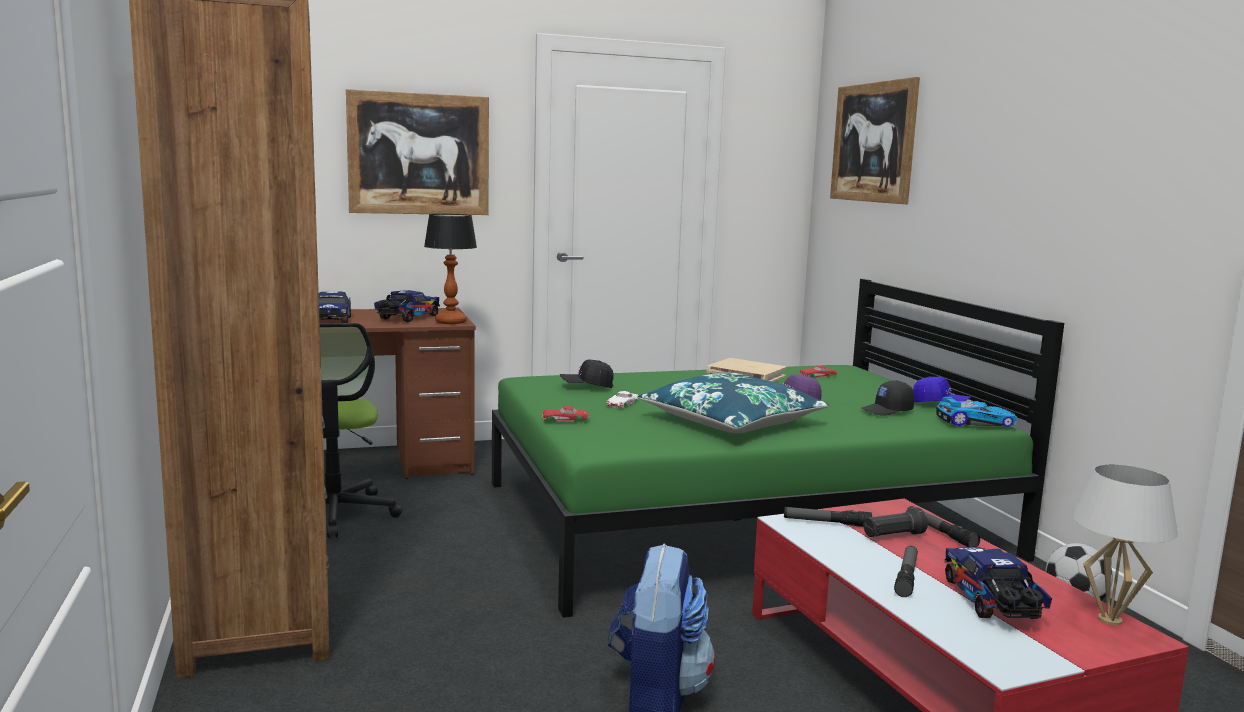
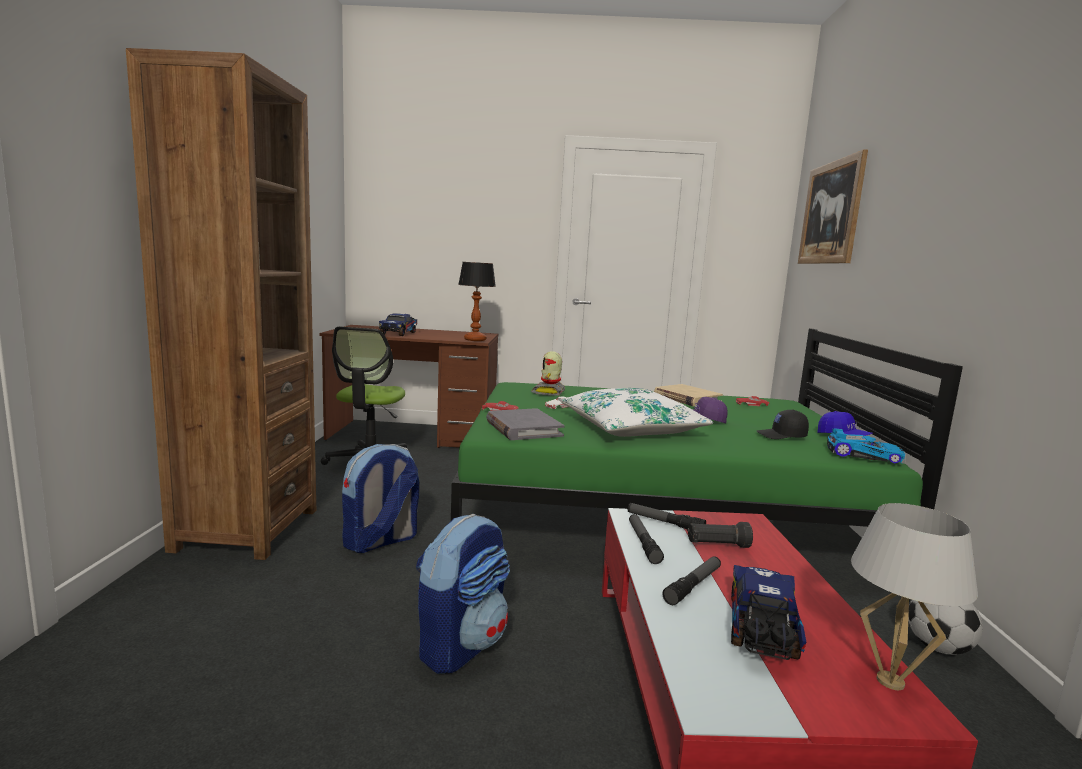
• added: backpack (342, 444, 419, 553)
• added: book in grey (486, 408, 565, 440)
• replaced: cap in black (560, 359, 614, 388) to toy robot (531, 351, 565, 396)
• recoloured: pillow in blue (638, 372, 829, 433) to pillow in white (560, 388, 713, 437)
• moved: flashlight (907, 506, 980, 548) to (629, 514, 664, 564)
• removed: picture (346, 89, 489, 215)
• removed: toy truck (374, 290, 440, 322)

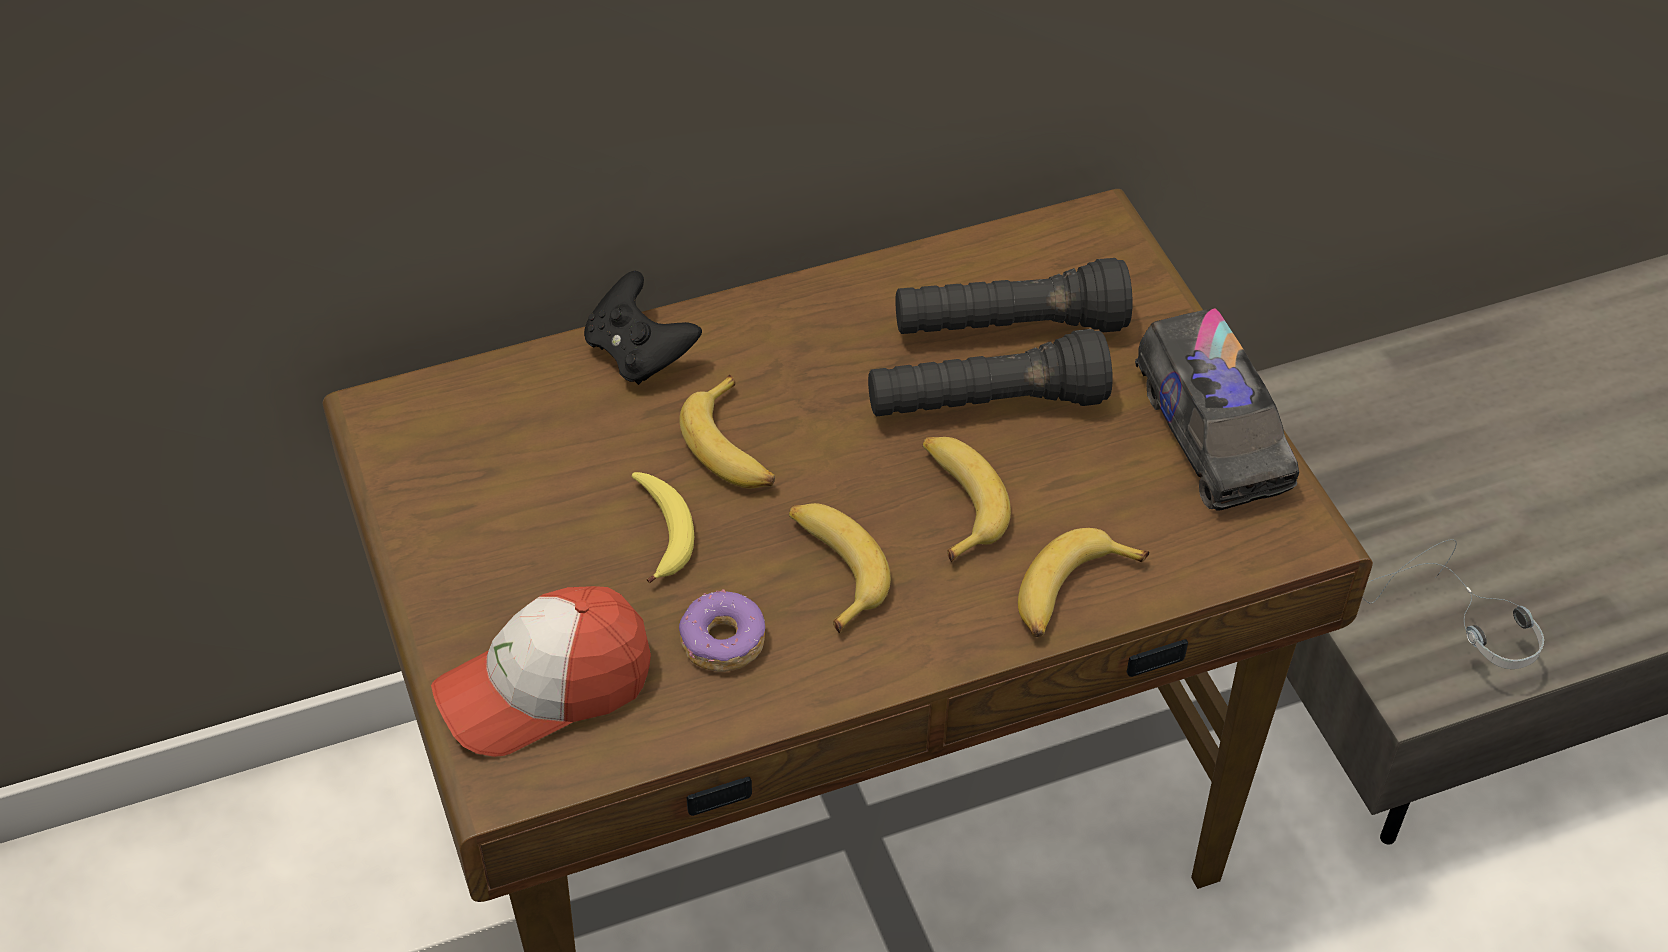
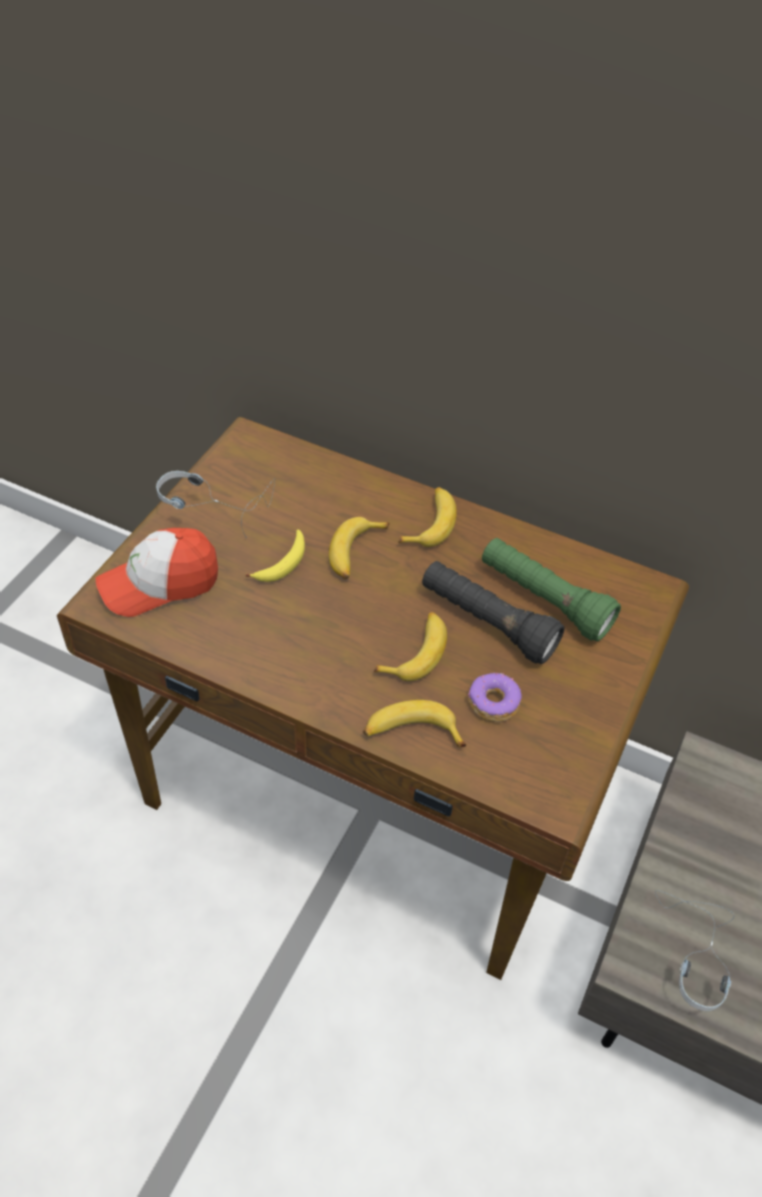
• turned: cap (431, 586, 651, 757) = (96, 528, 218, 617) 45 degrees counterclockwise
• added: headphones (156, 471, 275, 538)
• moved: banana (789, 503, 891, 633) to (399, 487, 457, 547)
• moved: donut (679, 589, 765, 672) to (468, 672, 522, 722)
• recoloured: flashlight in black (895, 258, 1132, 334) to flashlight in green (482, 538, 621, 641)
• removed: game controller in black (584, 271, 702, 385)
• removed: toy truck (1135, 308, 1299, 511)

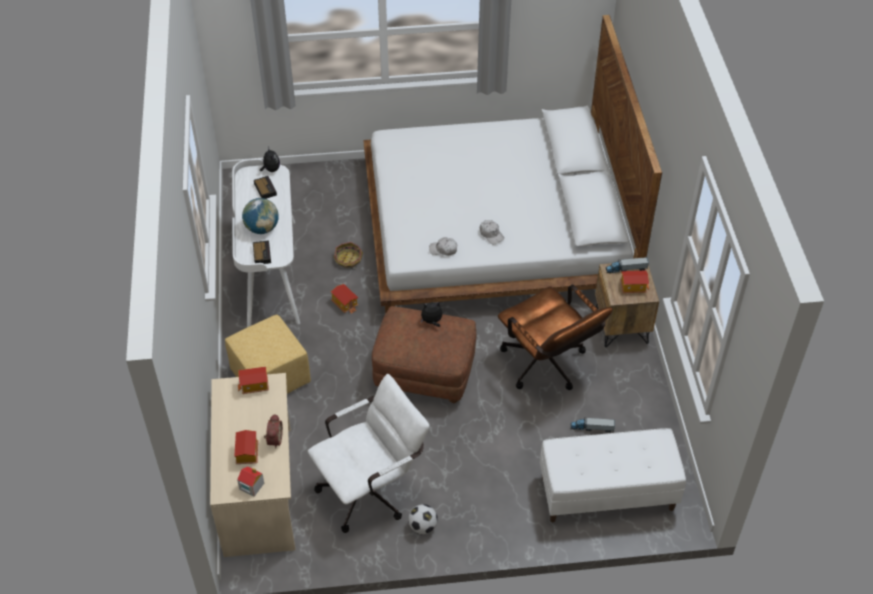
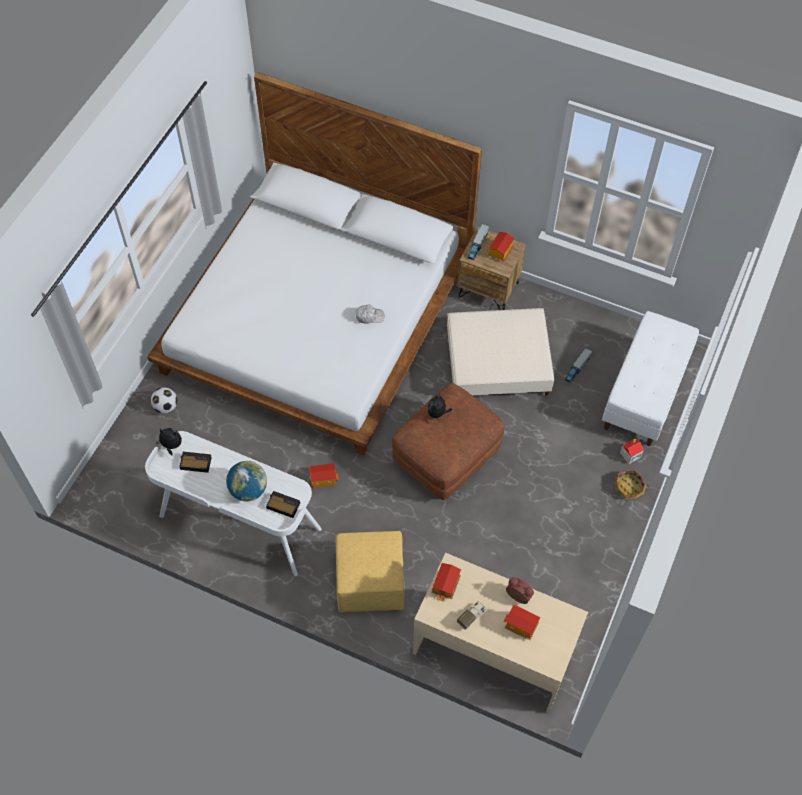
• moved: football (408, 504, 438, 534) to (151, 387, 177, 414)
• replaced: office chair in brown (498, 284, 613, 390) to ottoman in beige (447, 308, 554, 396)
• added: toy truck (457, 601, 486, 630)
• moved: basket (333, 242, 363, 270) to (615, 470, 649, 499)
• moved: toy house (237, 466, 264, 497) to (620, 439, 644, 464)
• removed: office chair in white (308, 374, 429, 533)
• removed: cap in white (429, 237, 457, 255)

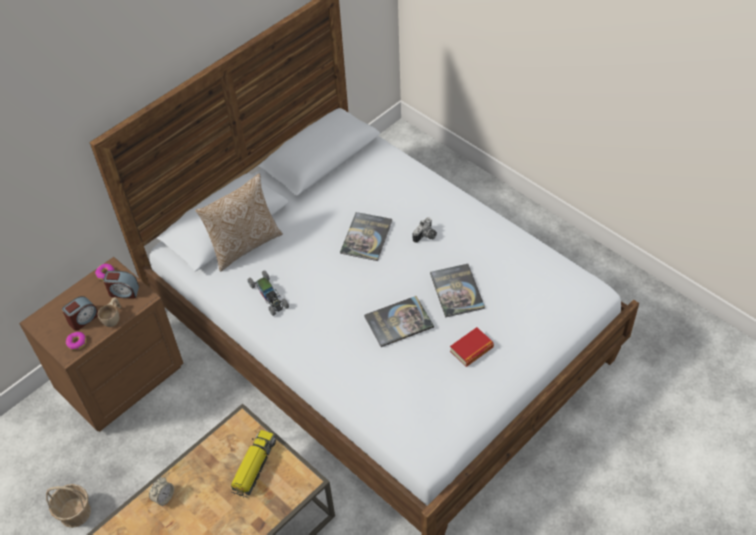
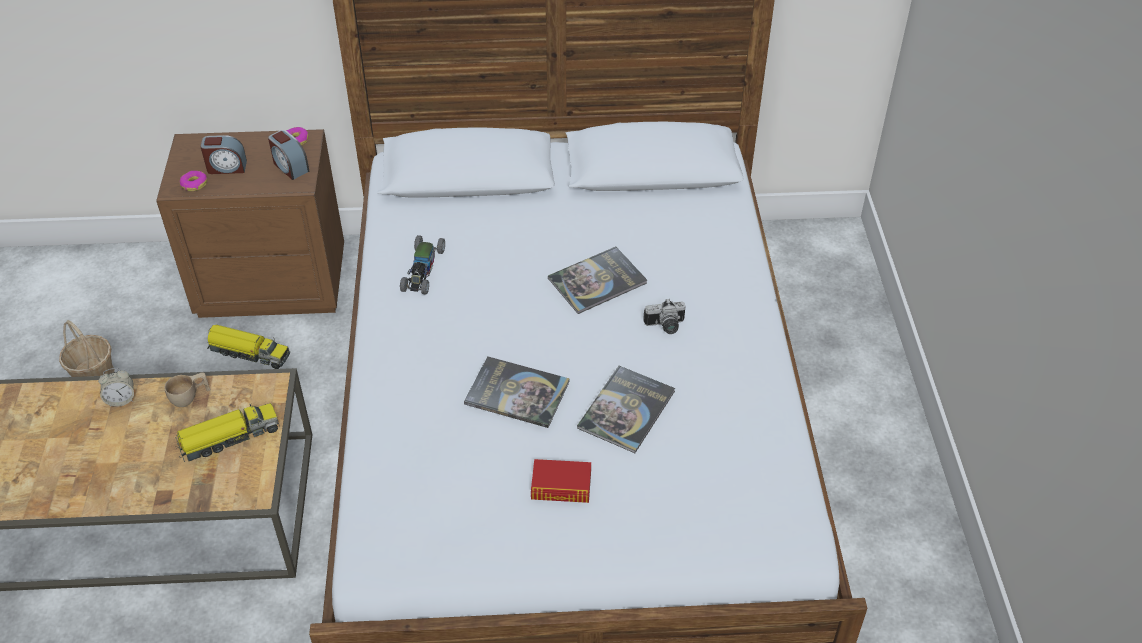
• moved: cup in beige (98, 297, 121, 327) to (164, 372, 211, 407)
• added: toy truck (207, 325, 290, 369)
• removed: pillow (196, 174, 283, 271)

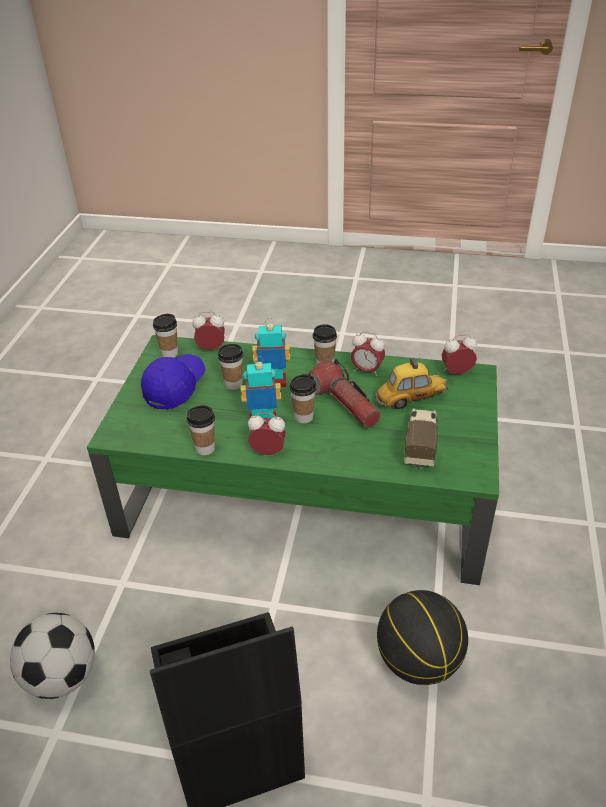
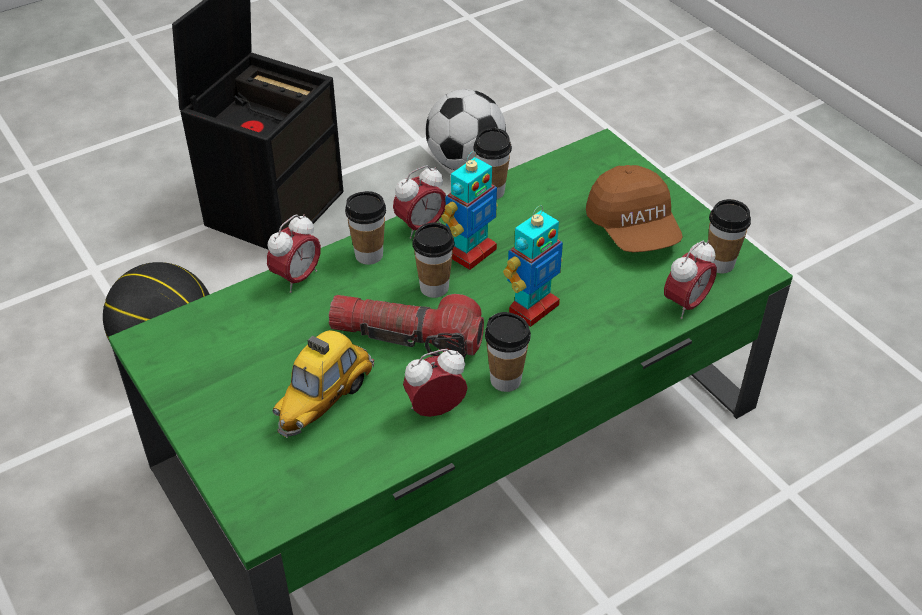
• moved: alarm clock (442, 334, 477, 374) to (267, 214, 321, 293)
• moved: cup (218, 344, 243, 390) to (345, 191, 386, 265)
• recoloured: cap in blue (141, 354, 205, 410) to cap in brown (586, 165, 683, 252)
• removed: toy truck (404, 408, 438, 469)

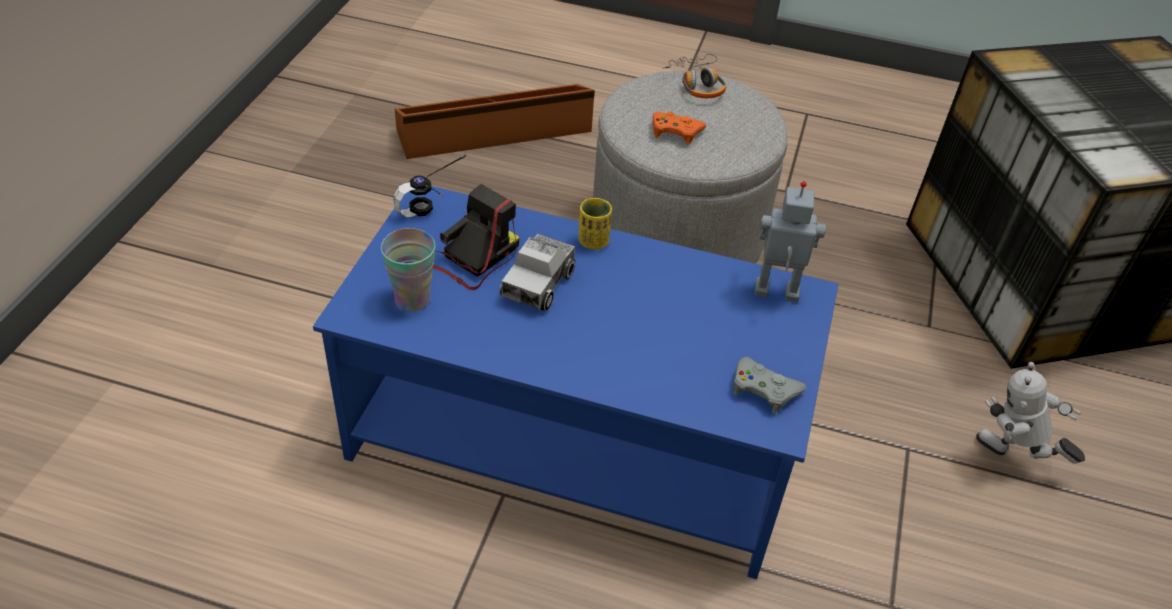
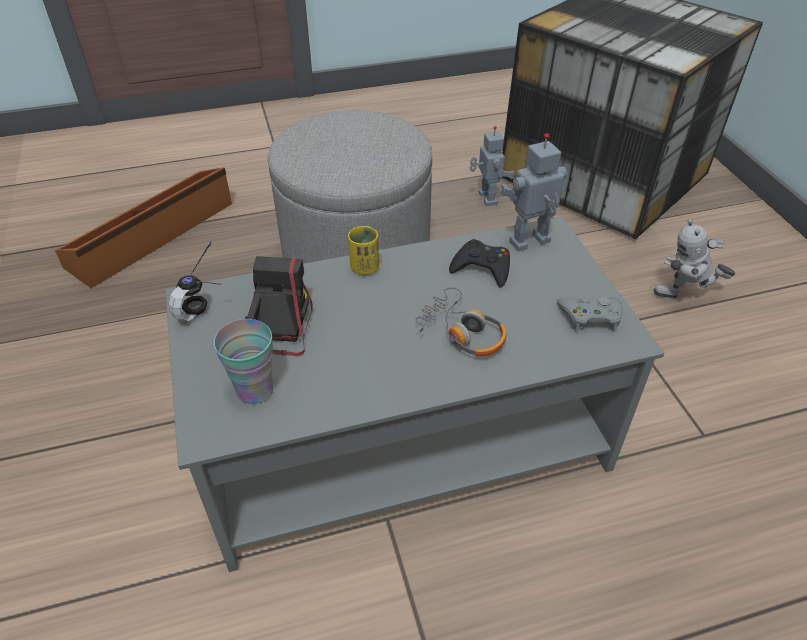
• recoloured: coffee table in blue (313, 186, 839, 579) to coffee table in grey (165, 217, 665, 572)
• moved: headphones (663, 54, 726, 98) to (415, 288, 506, 356)
• added: game controller in black (449, 239, 510, 288)
• added: toy robot (470, 126, 515, 206)
• removed: toy truck (500, 234, 575, 311)
• removed: game controller in orange (653, 112, 706, 145)

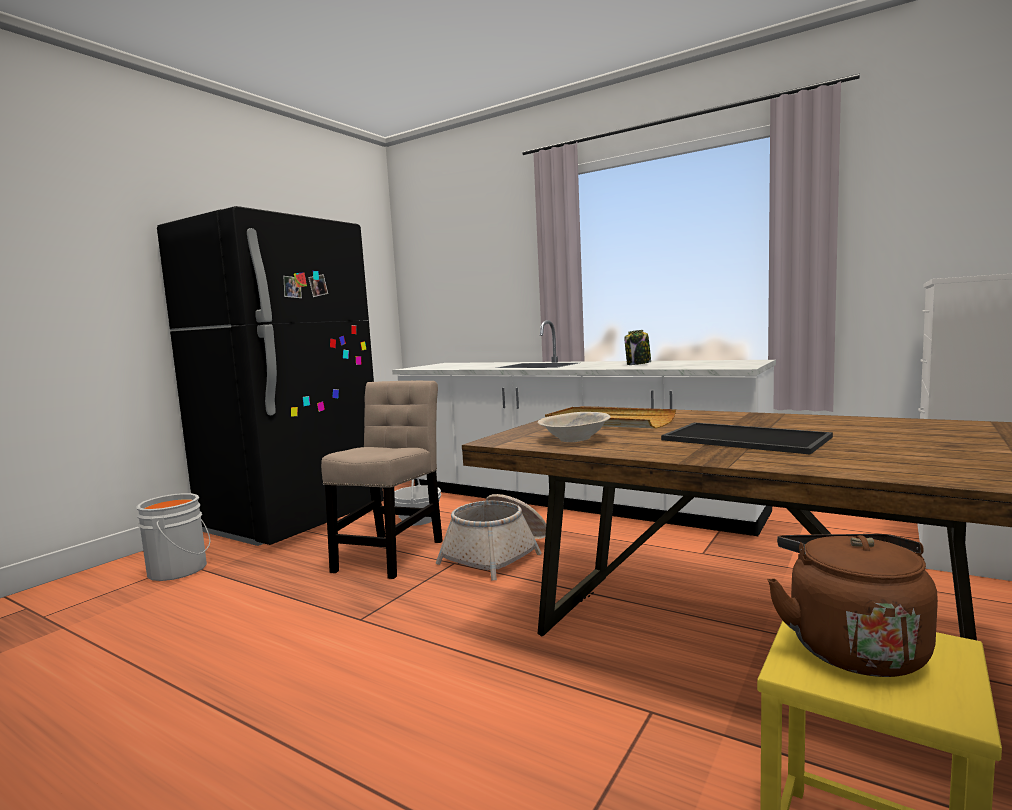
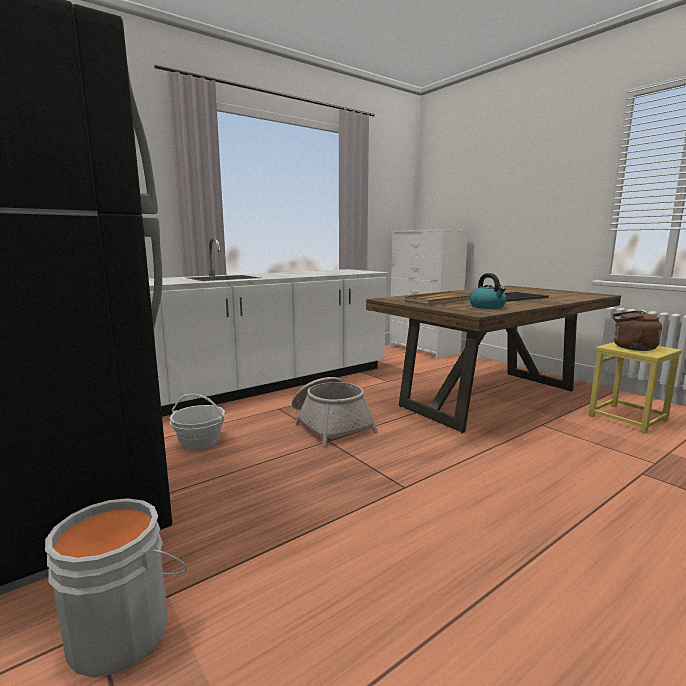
• replaced: bowl in beige (538, 412, 611, 442) to kettle (470, 273, 507, 309)
• removed: chair in beige (321, 381, 443, 579)
• removed: jar (624, 330, 651, 365)

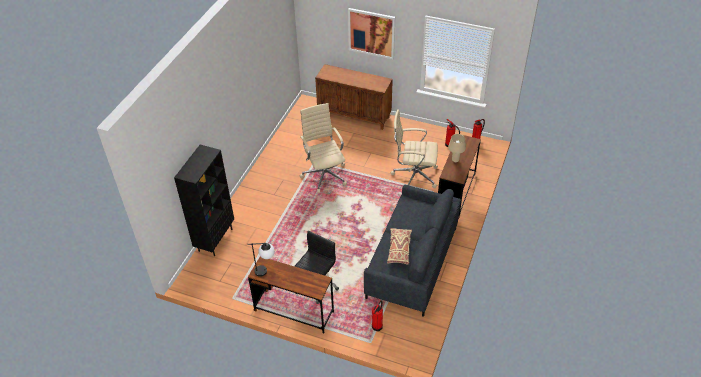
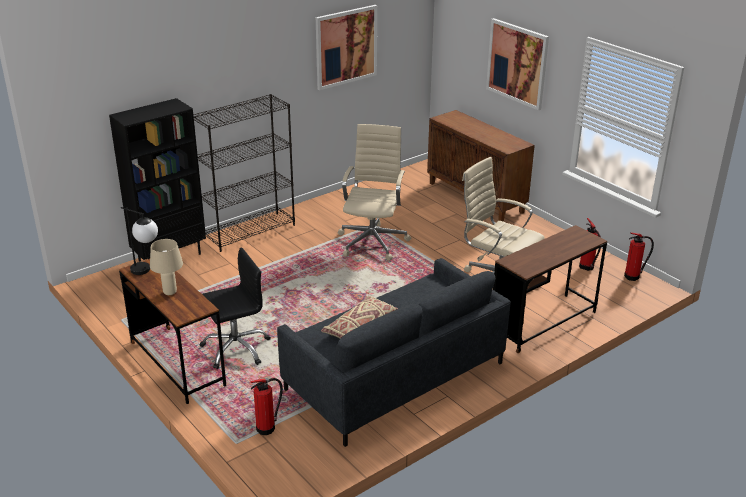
• moved: table lamp in beige (448, 134, 466, 162) to (150, 239, 183, 295)
• added: bookcase in black (193, 94, 295, 252)
• added: picture (316, 5, 377, 90)

